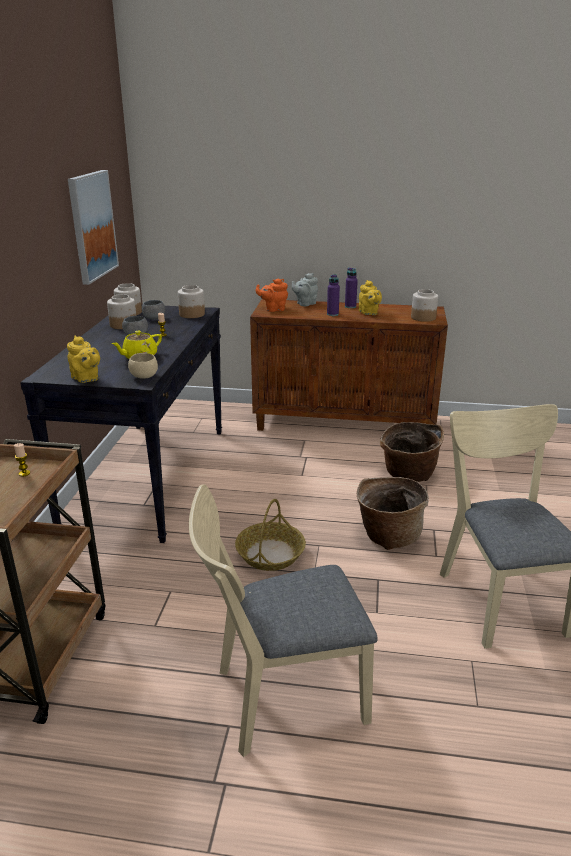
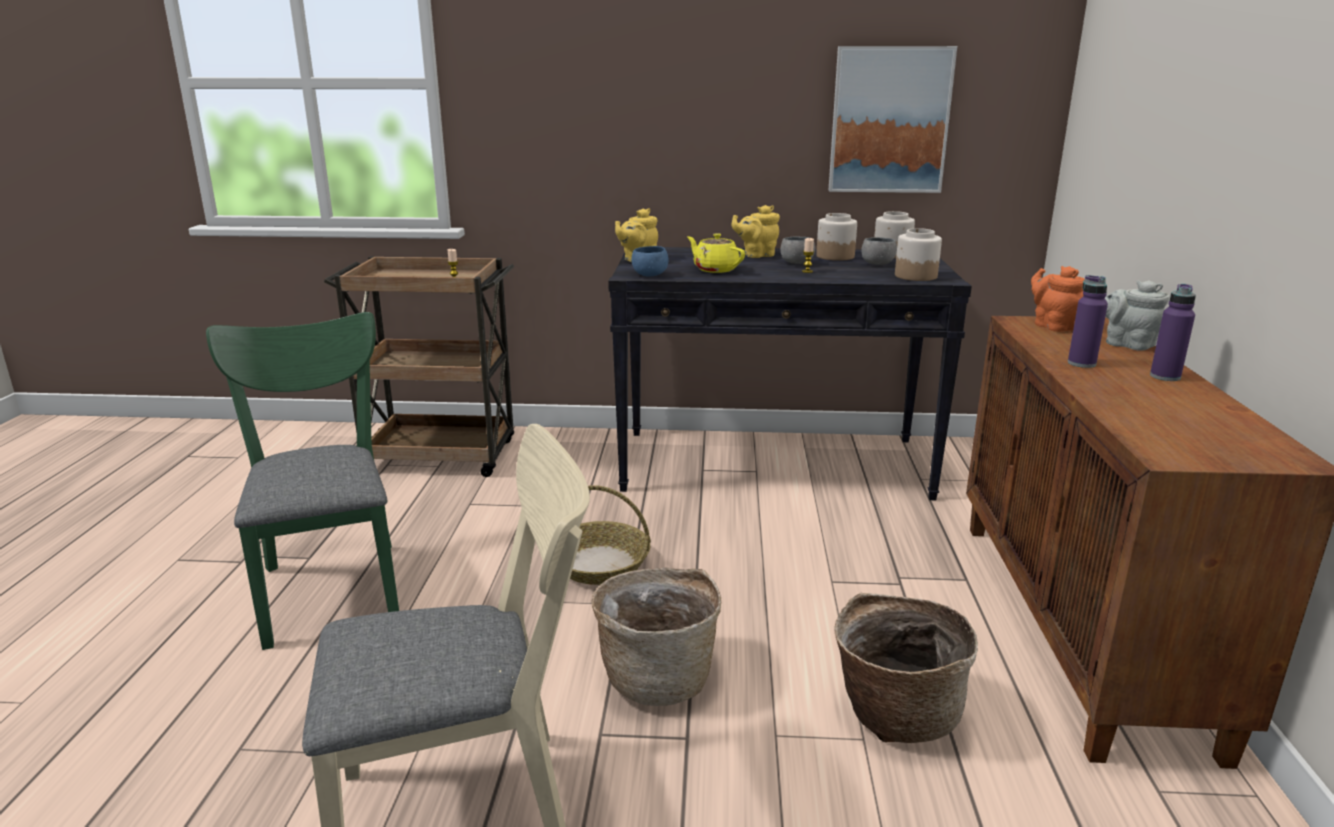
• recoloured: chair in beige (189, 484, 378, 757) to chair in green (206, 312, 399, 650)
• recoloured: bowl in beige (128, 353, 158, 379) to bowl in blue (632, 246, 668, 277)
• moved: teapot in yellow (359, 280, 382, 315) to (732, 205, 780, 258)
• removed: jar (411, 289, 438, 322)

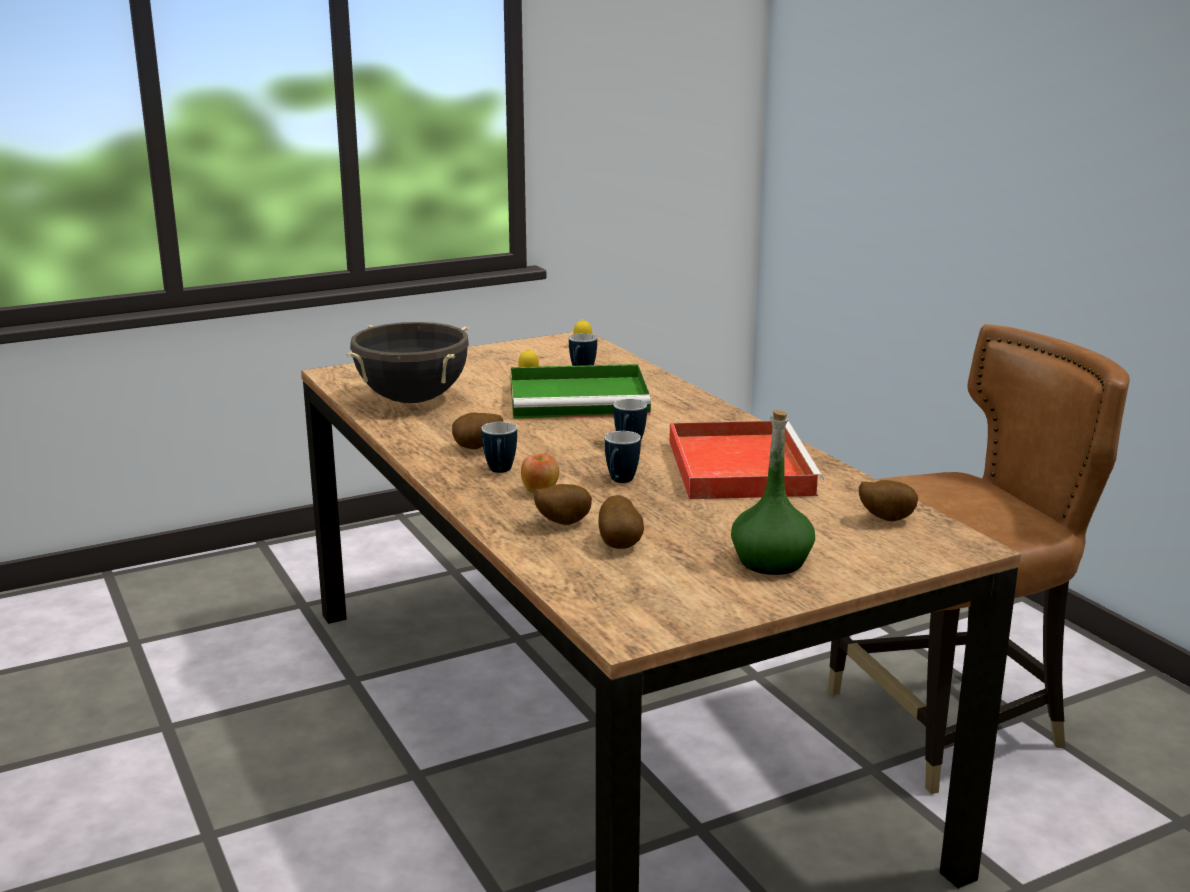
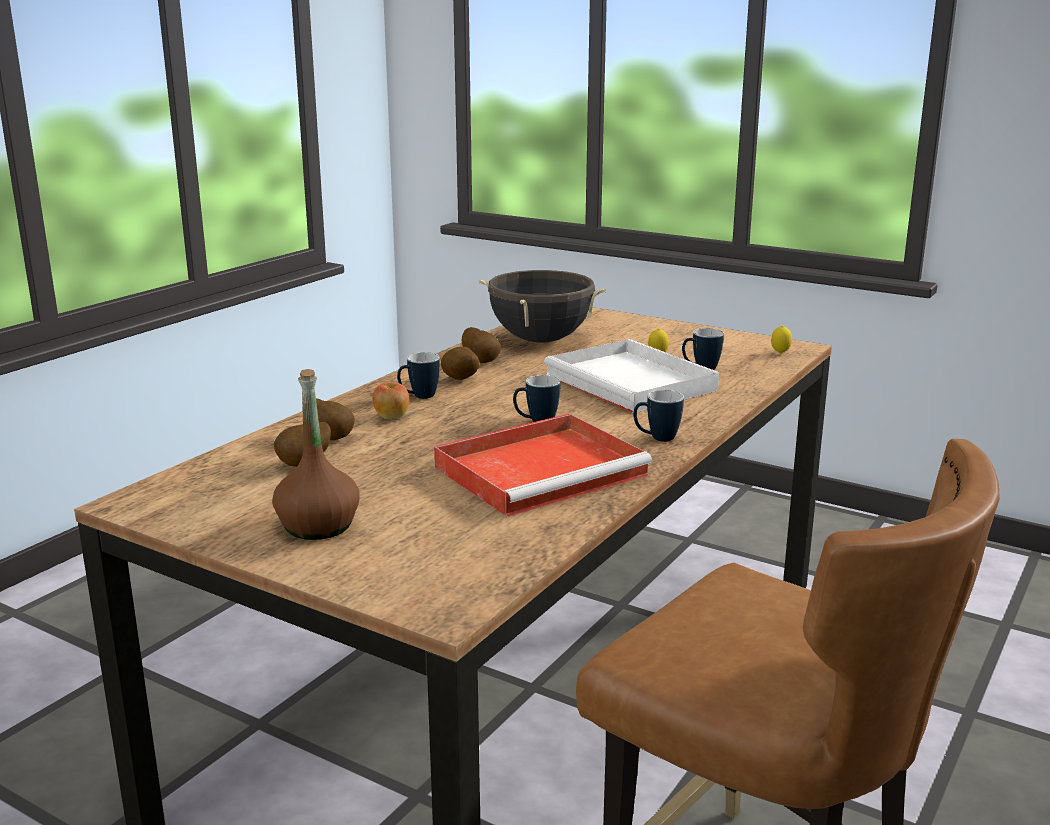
• recoloured: bottle in green (731, 410, 815, 575) to bottle in brown (272, 369, 360, 540)
• moved: potato (859, 480, 918, 521) to (462, 327, 501, 363)
• recoloured: tray in green (510, 364, 651, 419) to tray in white (544, 339, 719, 413)
• moved: mug (604, 431, 641, 483) to (633, 390, 684, 442)

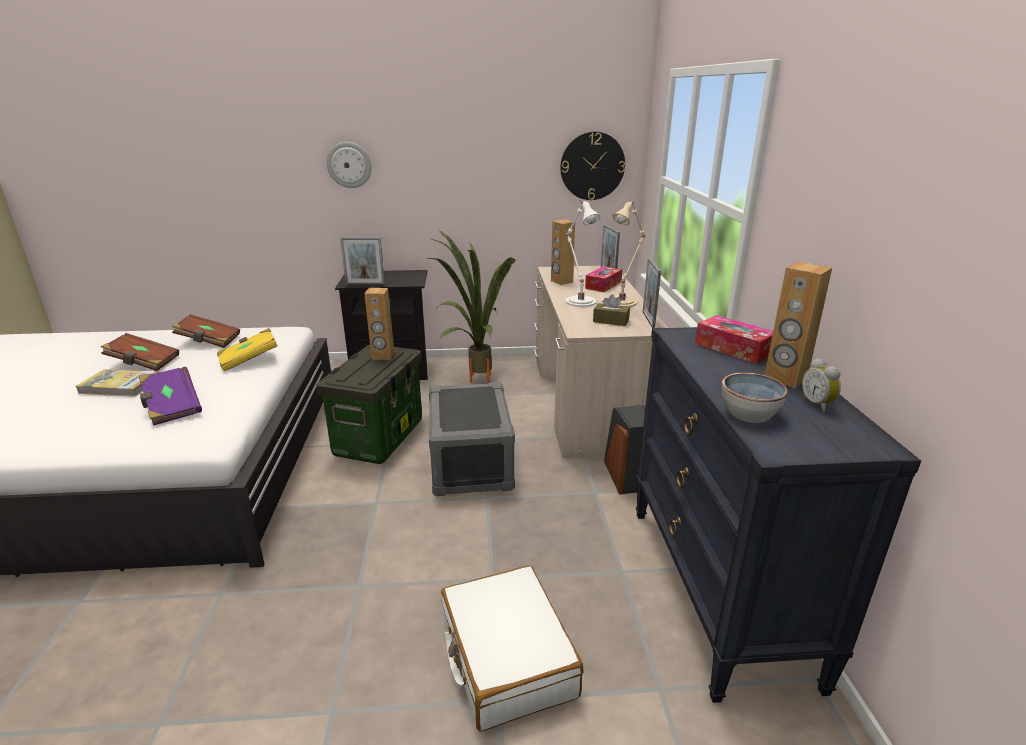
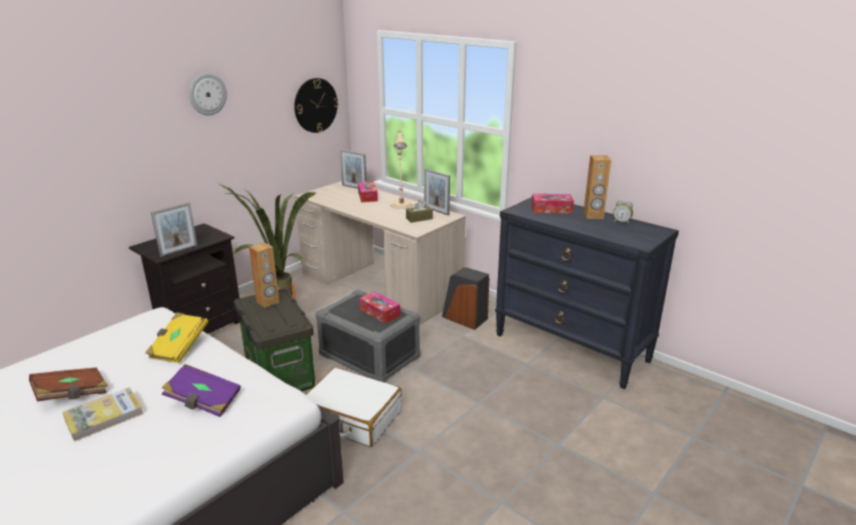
• moved: wall clock (327, 142, 372, 188) to (189, 73, 227, 115)
• moved: suitcase in white (441, 565, 584, 732) to (305, 367, 402, 447)
• added: tissue box (359, 292, 400, 323)
• removed: book in brown (172, 314, 240, 348)
• removed: speaker in brown (551, 219, 575, 285)
• removed: table lamp in white (565, 200, 601, 307)
• removed: bowl (722, 373, 788, 423)

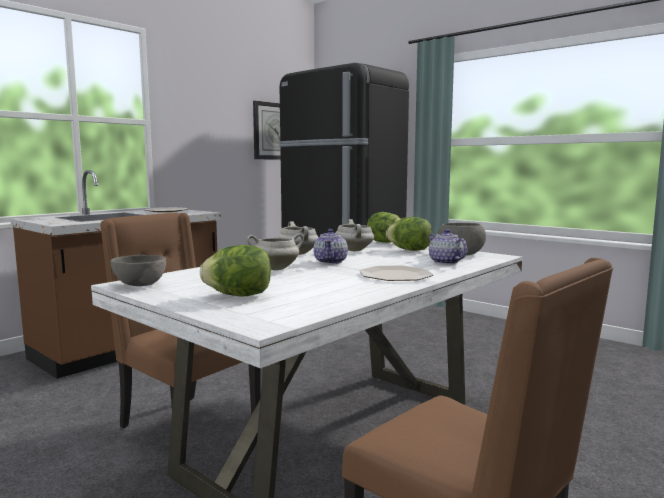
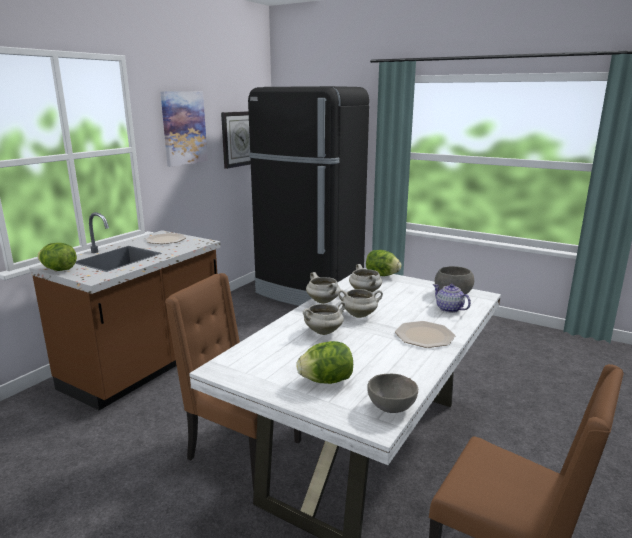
• moved: lettuce (386, 217, 432, 251) to (38, 243, 77, 271)
• added: picture (160, 91, 208, 167)
• replaced: teapot (314, 229, 348, 264) to cooking pot in white (338, 289, 383, 318)
• moved: bowl in grey (110, 255, 166, 286) to (367, 374, 418, 413)

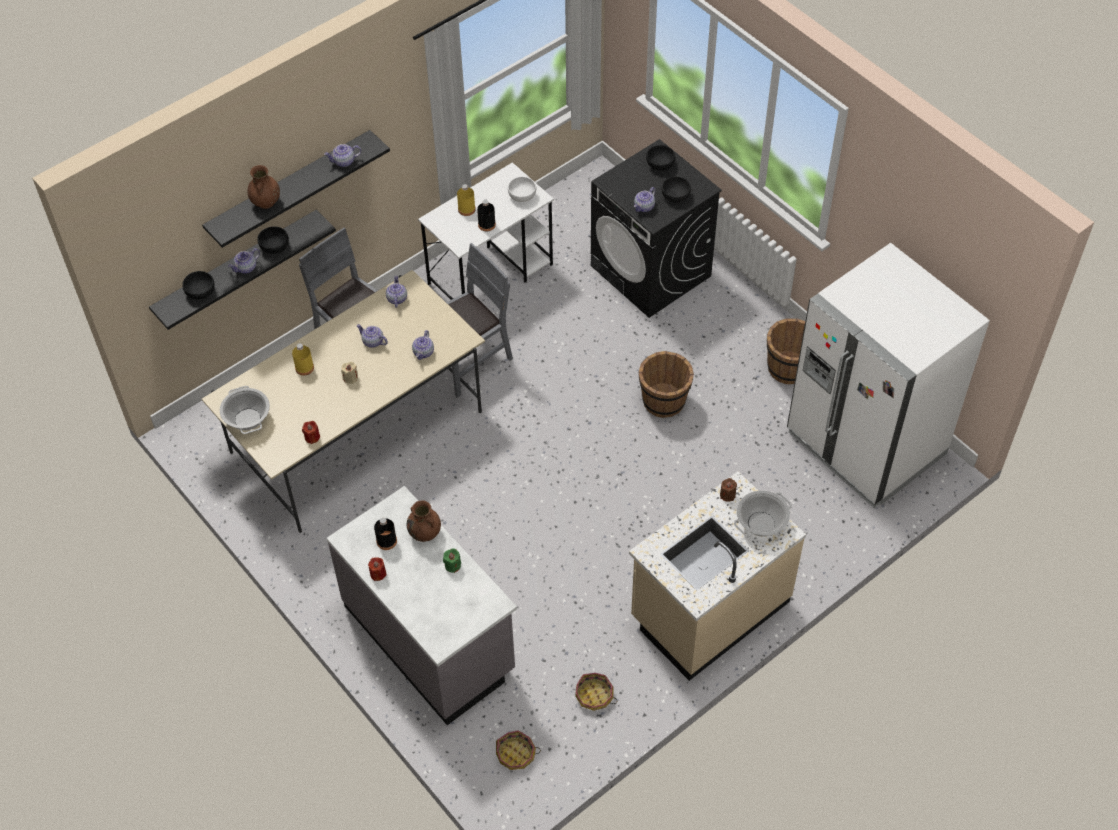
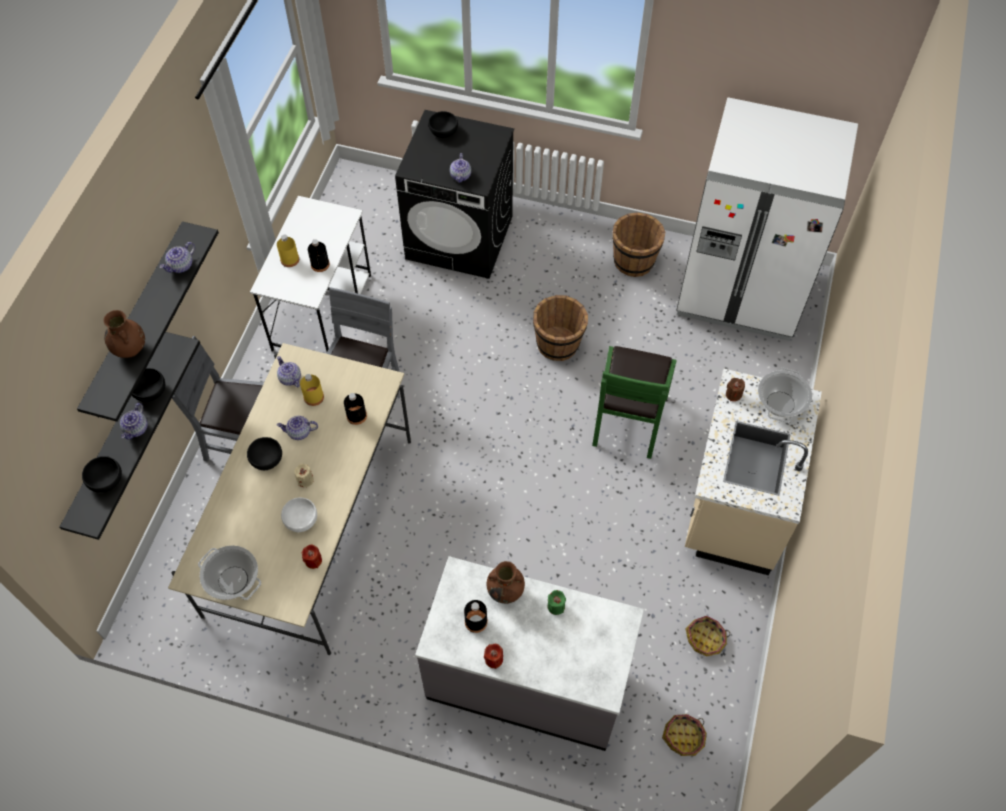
• moved: bowl in black (662, 176, 691, 203) to (247, 437, 282, 470)
• moved: bowl in white (508, 177, 536, 202) to (281, 498, 317, 532)
• moved: bottle in yellow (292, 343, 314, 376) to (300, 374, 324, 406)
• replaced: teapot (412, 330, 434, 360) to bottle in black (344, 393, 367, 425)
• added: chair in green (592, 346, 677, 459)

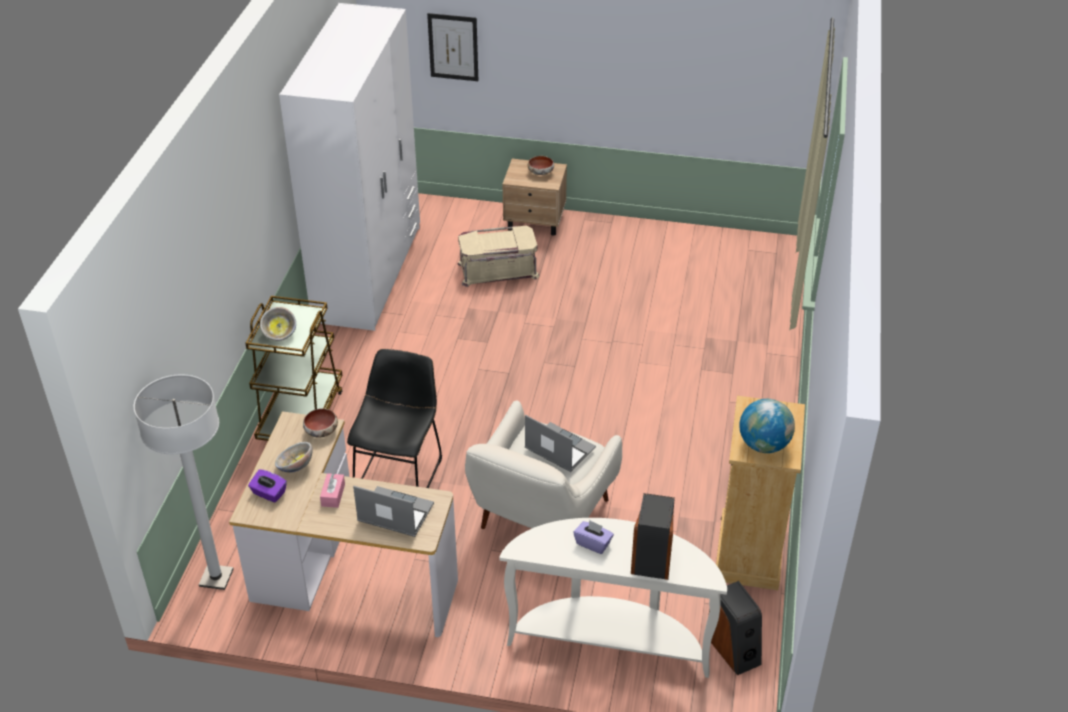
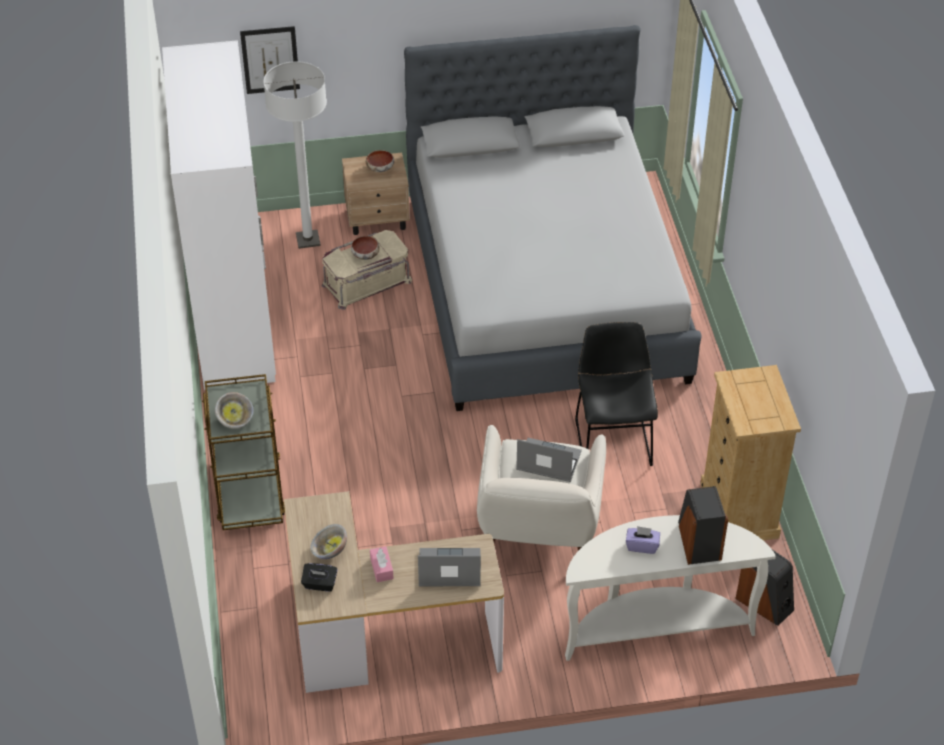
• moved: floor lamp in white (134, 374, 233, 590) to (263, 61, 327, 249)
• recoloured: tissue box in purple (248, 469, 287, 503) to tissue box in black (301, 563, 338, 592)
• moved: bowl (303, 408, 338, 438) to (351, 236, 380, 260)
• added: bed in grey (404, 25, 701, 411)
• moved: chair in black (347, 349, 442, 488) to (575, 322, 658, 466)
• removed: globe (739, 399, 795, 453)

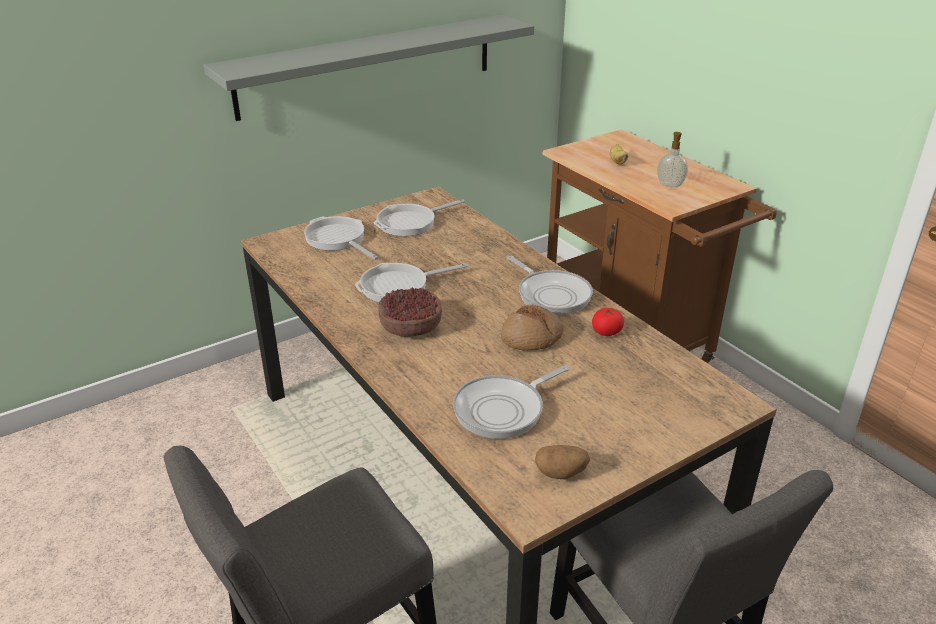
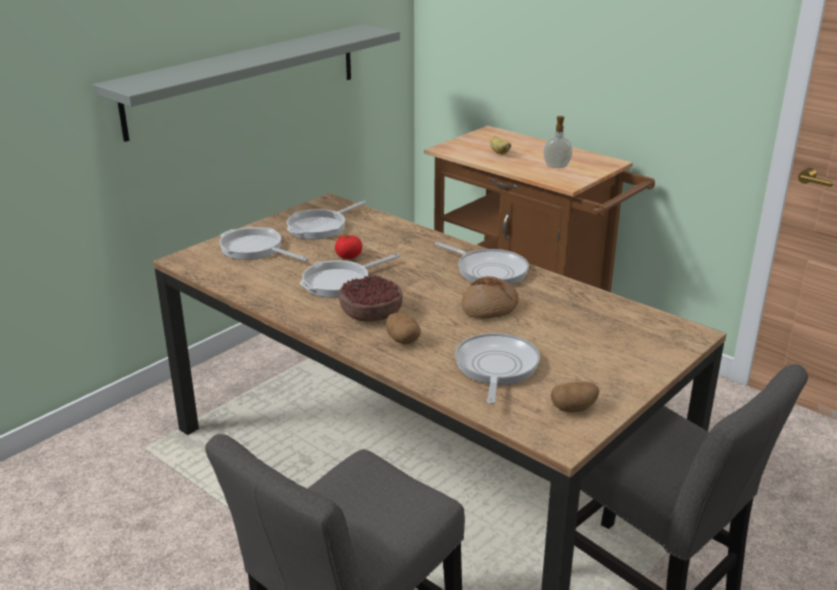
• moved: tomato (592, 307, 624, 336) to (335, 235, 362, 259)
• added: potato (386, 313, 421, 344)
• turned: frying pan (453, 365, 569, 439) = (455, 333, 540, 404) 150 degrees clockwise

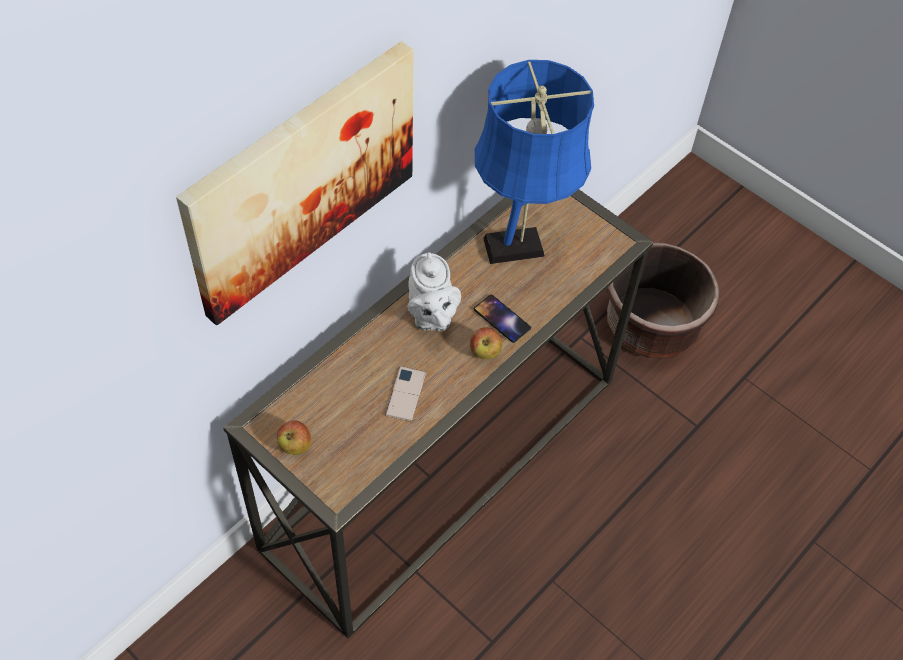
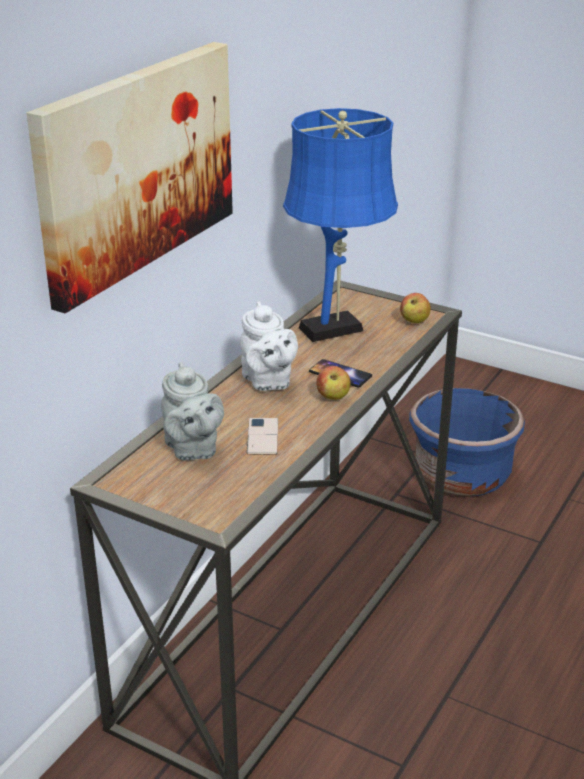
• added: teapot in grey (161, 362, 224, 460)
• moved: apple (277, 420, 311, 455) to (400, 293, 431, 323)
• recoloured: planter in brown (606, 242, 720, 359) to planter in blue (409, 388, 525, 497)

